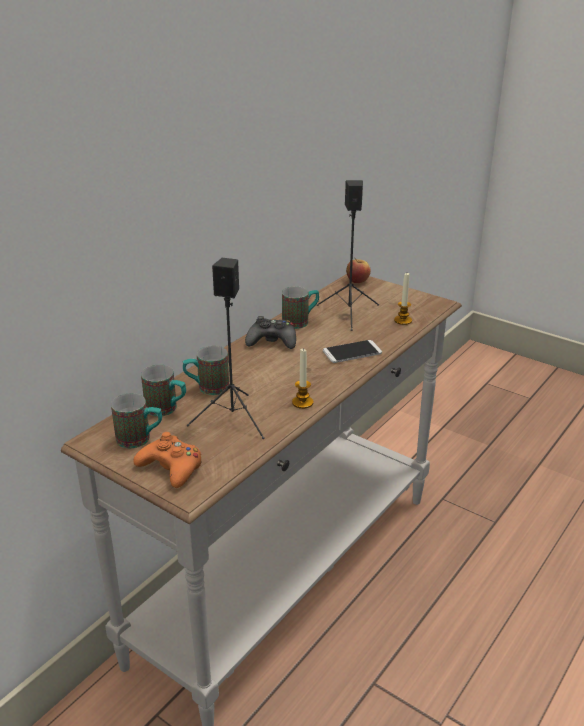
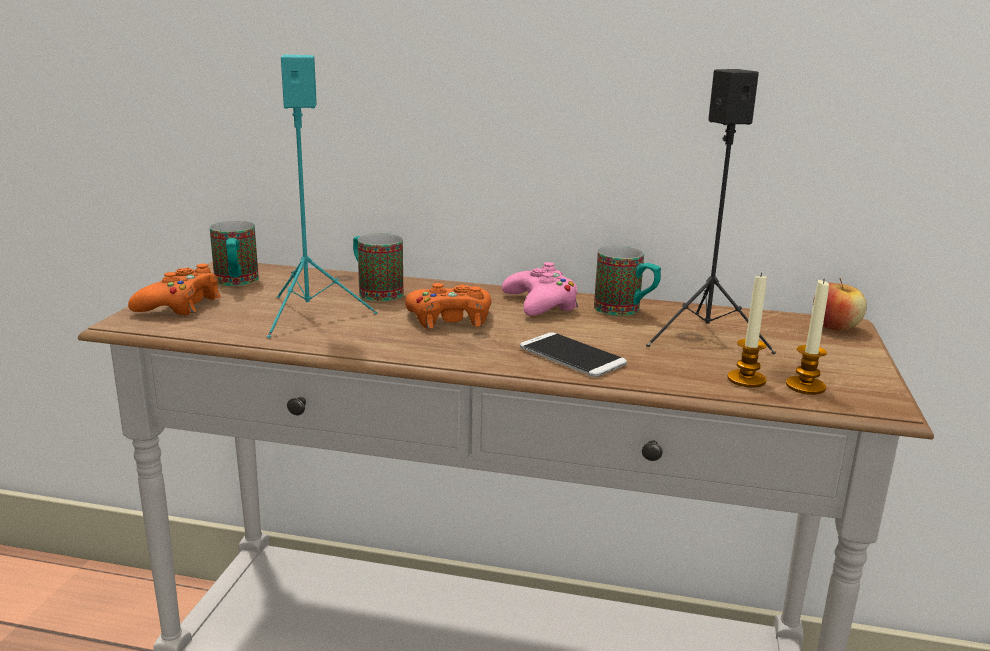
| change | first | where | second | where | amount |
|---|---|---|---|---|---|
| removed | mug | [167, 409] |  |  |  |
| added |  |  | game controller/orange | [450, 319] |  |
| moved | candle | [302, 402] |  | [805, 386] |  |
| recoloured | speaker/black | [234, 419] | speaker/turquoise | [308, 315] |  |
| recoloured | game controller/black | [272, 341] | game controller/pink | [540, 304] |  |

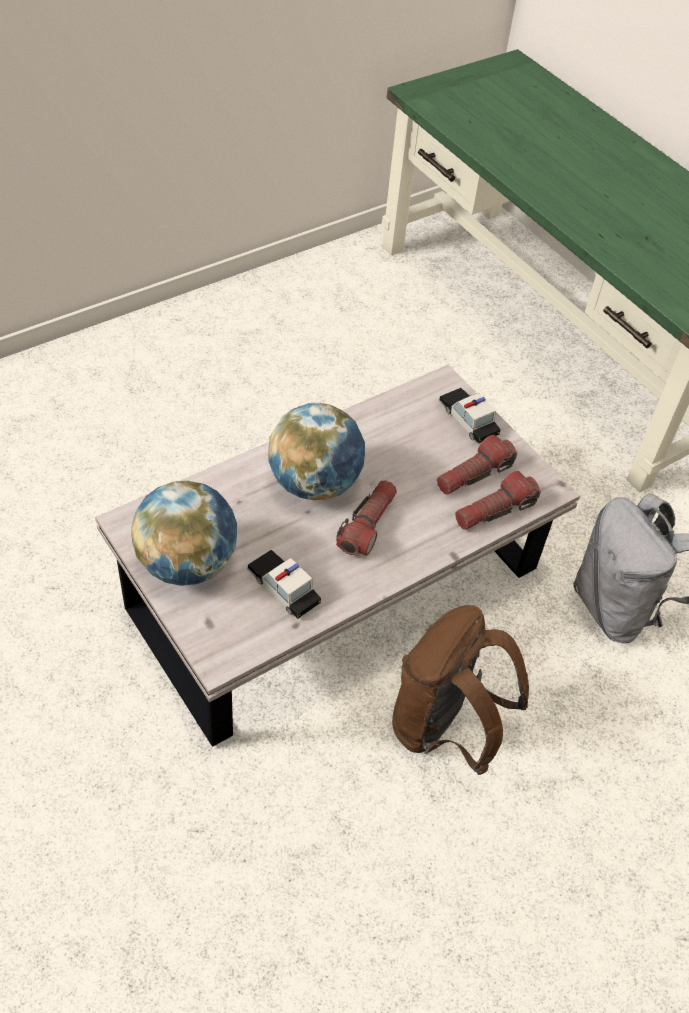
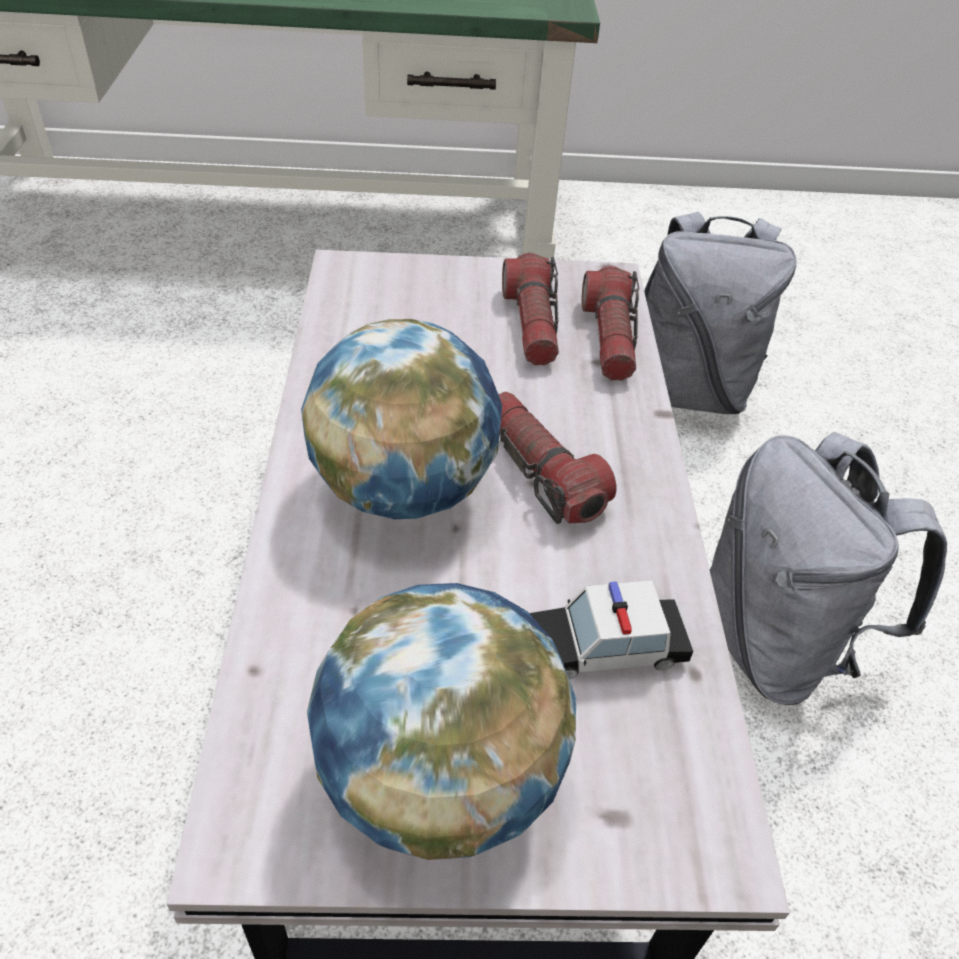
| change | first | where | second | where | amount |
|---|---|---|---|---|---|
| removed | toy car | [468, 419] |  |  |  |
| recoloured | backpack/brown | [444, 728] | backpack/grey | [774, 643] |  |

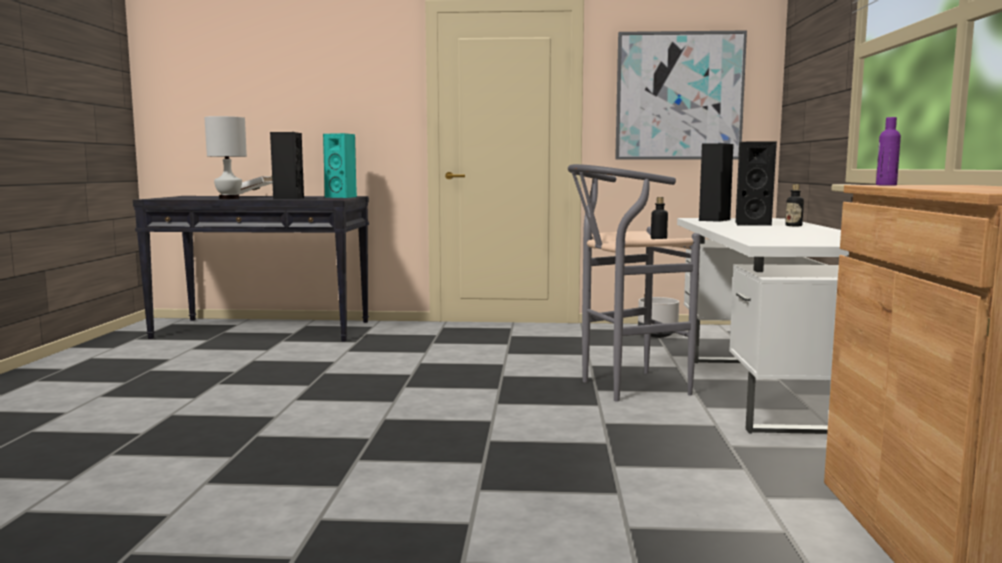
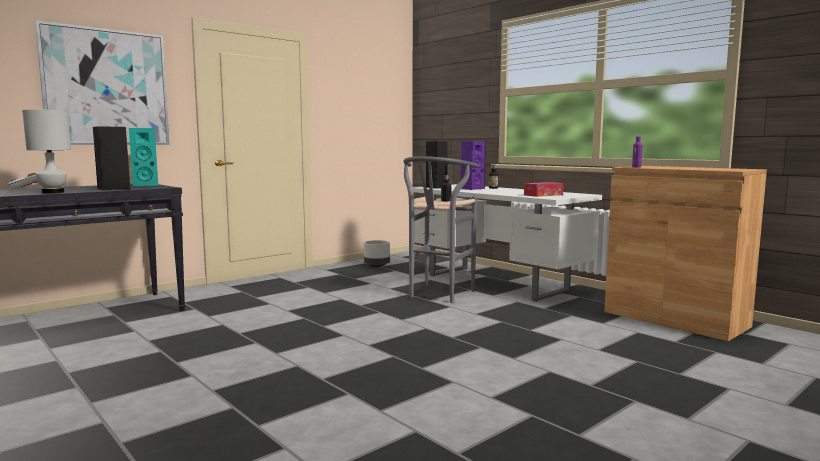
| change | first | where | second | where | amount |
|---|---|---|---|---|---|
| added |  |  | tissue box | [543, 195] |  |
| moved | picture | [679, 96] |  | [106, 87] |  |
| recoloured | speaker/black | [751, 224] | speaker/purple | [471, 188] |  |

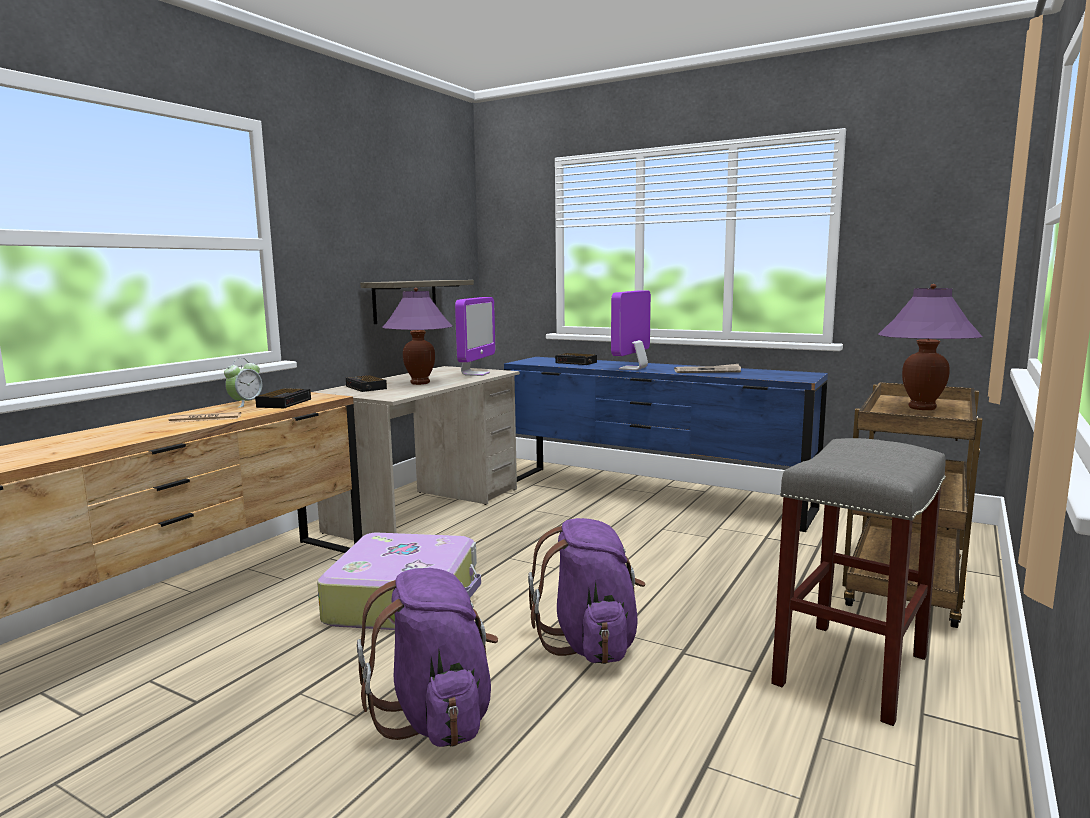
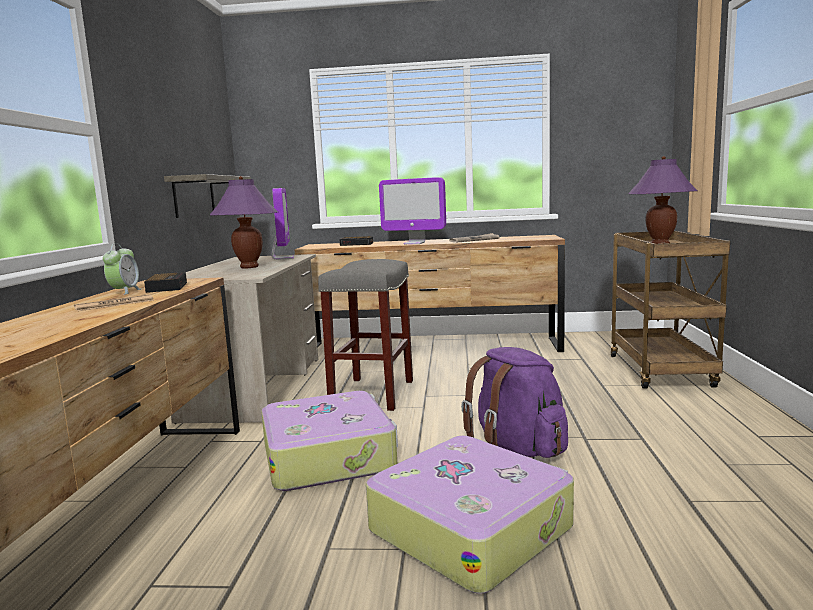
| change | first | where | second | where | amount |
|---|---|---|---|---|---|
| removed | alarm clock | [366, 388] |  |  |  |
| moved | stool/grey | [852, 671] |  | [373, 394] |  |
| replaced | backpack/purple | [437, 716] | suitcase | [470, 528] |  |
| recoloured | dresser/blue | [652, 496] | dresser/brown | [432, 347] |  |
| turned | monitor | [633, 368] |  | [414, 243] | 75 degrees counterclockwise |

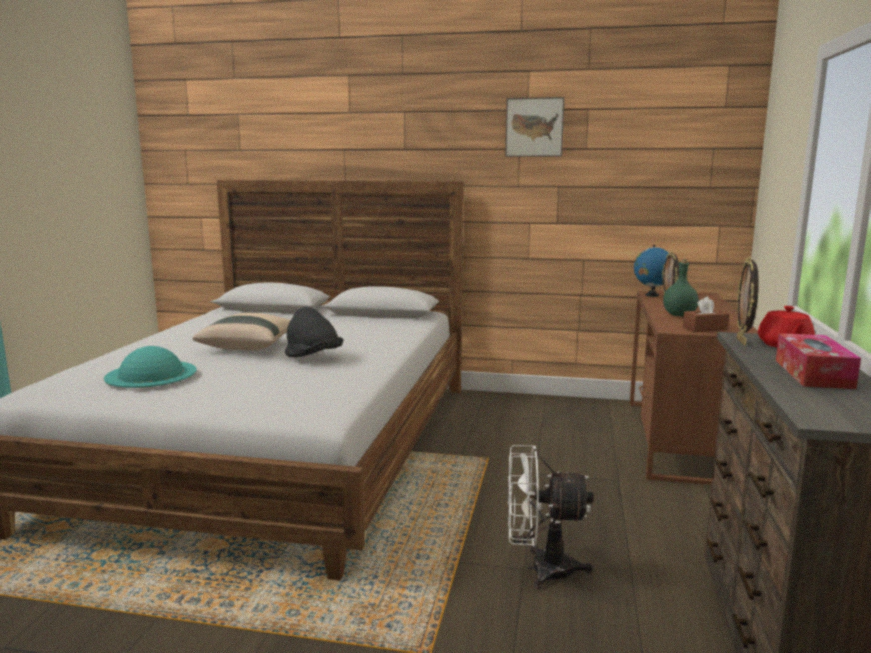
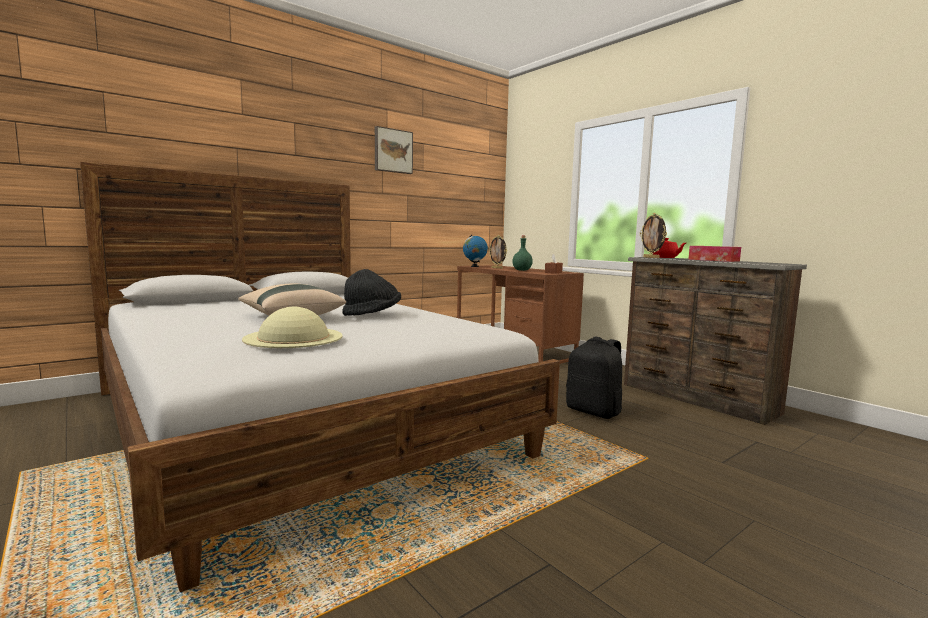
| change | first | where | second | where | amount |
|---|---|---|---|---|---|
| replaced | fan/white | [540, 569] | backpack/black | [594, 411] |  |
| recoloured | hat/turquoise | [151, 374] | hat/beige | [294, 337] |  |

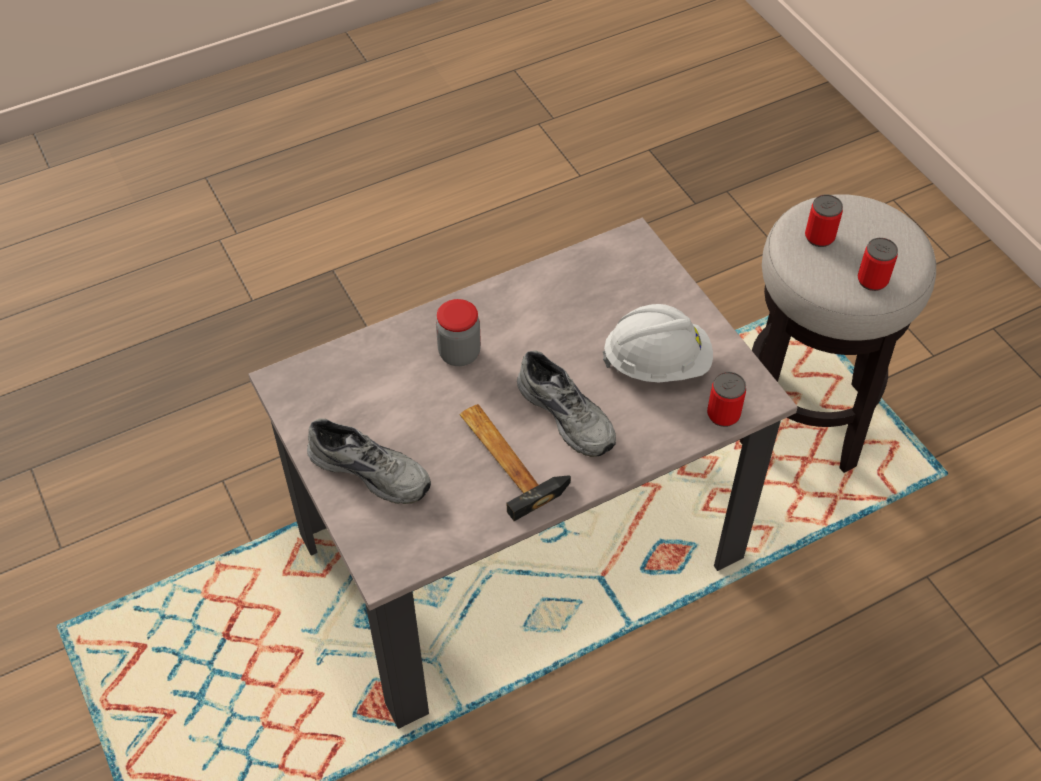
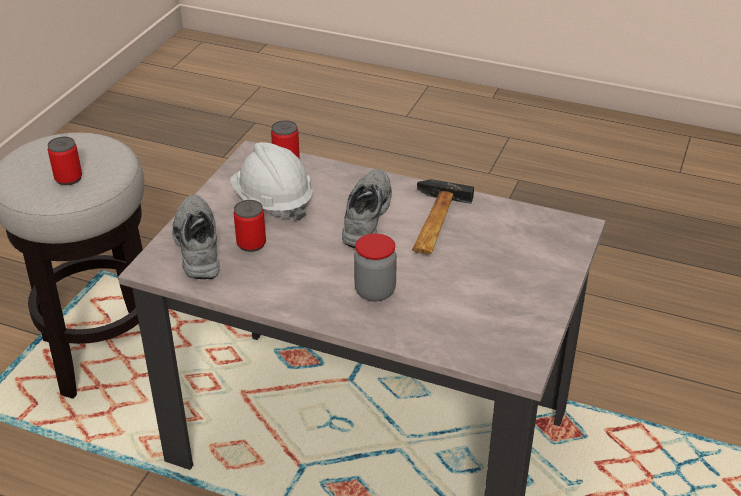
| change | first | where | second | where | amount |
|---|---|---|---|---|---|
| moved | shoe/grey | [372, 469] |  | [195, 245] |  |
| moved | can | [872, 280] |  | [251, 243] |  |

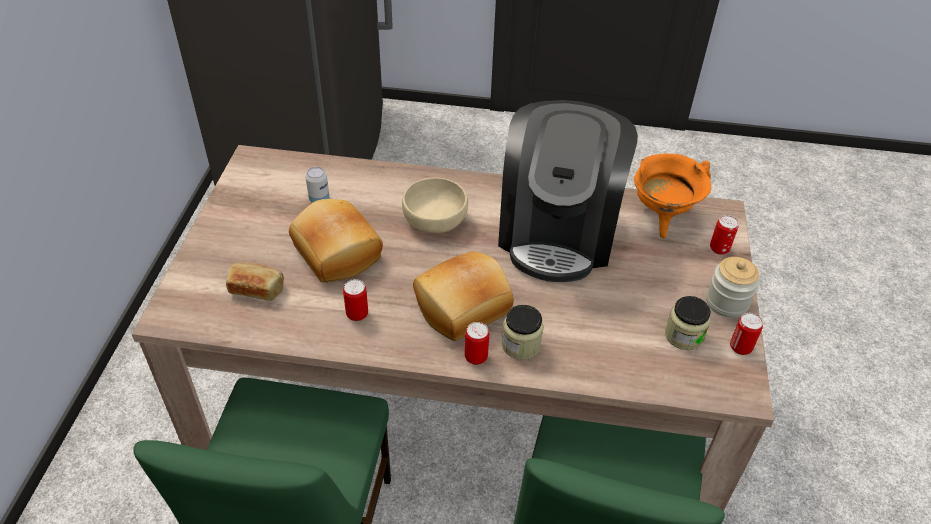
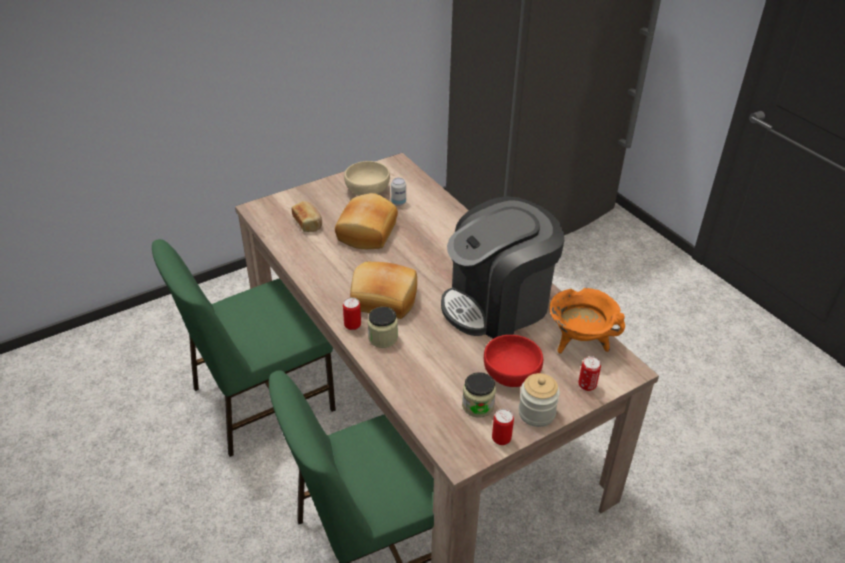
| change | first | where | second | where | amount |
|---|---|---|---|---|---|
| removed | can | [357, 314] |  |  |  |
| added |  |  | bowl/red | [511, 374] |  |
| moved | bowl/beige | [434, 219] |  | [368, 190] |  |

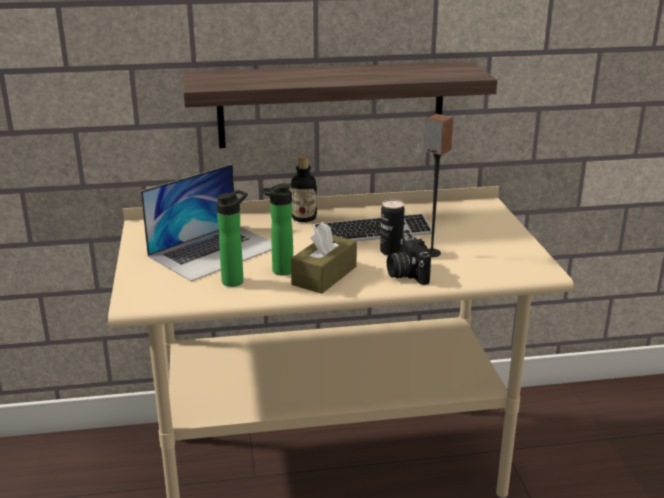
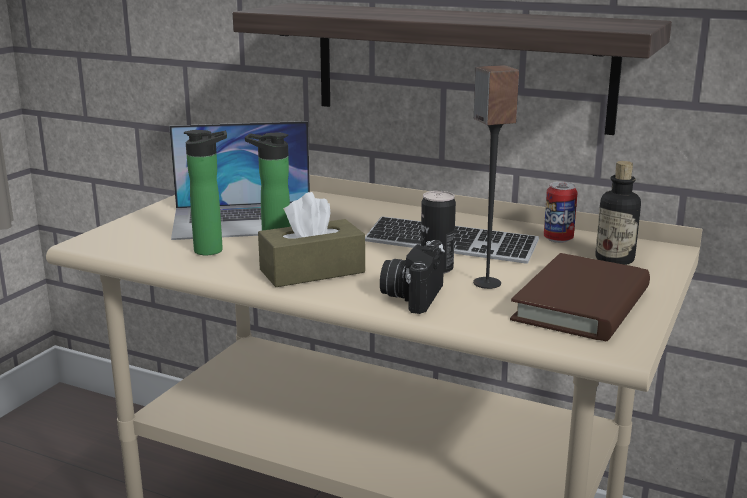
| change | first | where | second | where | amount |
|---|---|---|---|---|---|
| added |  |  | book/brown | [582, 304] |  |
| added |  |  | can | [558, 239] |  |
| moved | bottle | [304, 218] |  | [614, 259] |  |

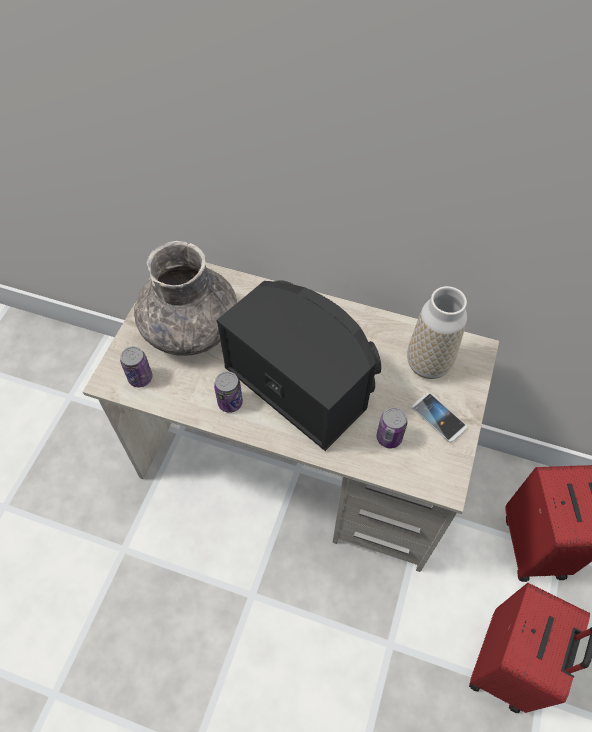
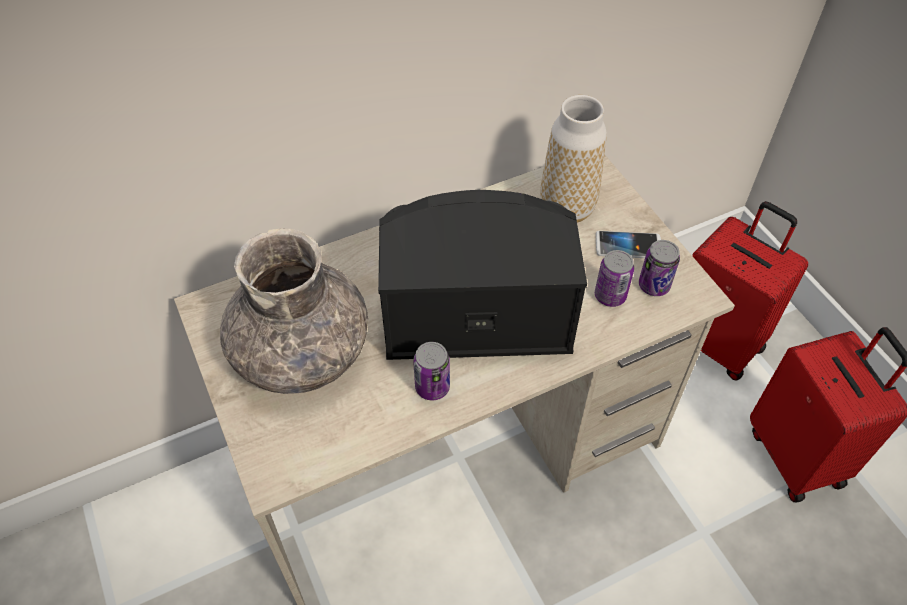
| change | first | where | second | where | amount |
|---|---|---|---|---|---|
| moved | can | [140, 378] |  | [654, 285] |  |

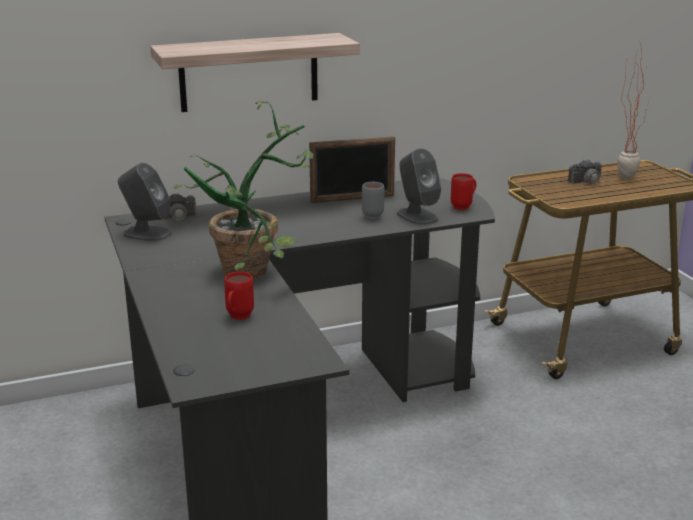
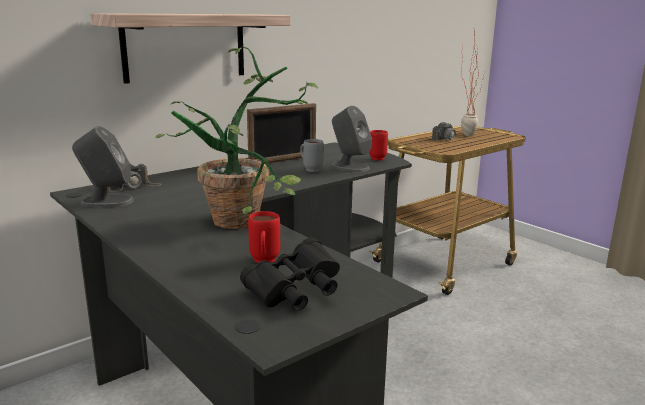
| change | first | where | second | where | amount |
|---|---|---|---|---|---|
| added |  |  | binoculars/black | [294, 293] |  |

